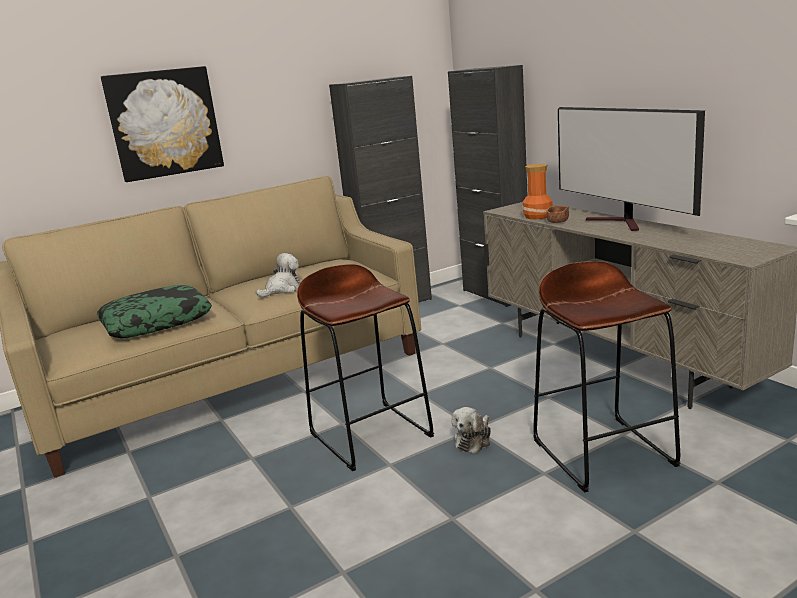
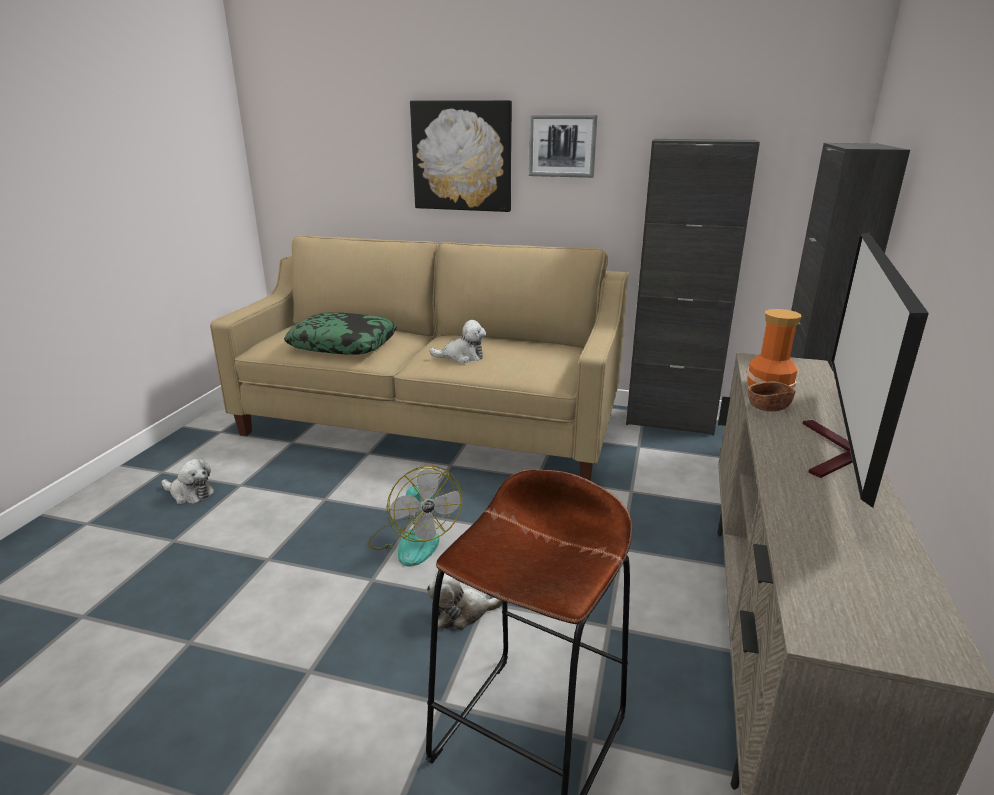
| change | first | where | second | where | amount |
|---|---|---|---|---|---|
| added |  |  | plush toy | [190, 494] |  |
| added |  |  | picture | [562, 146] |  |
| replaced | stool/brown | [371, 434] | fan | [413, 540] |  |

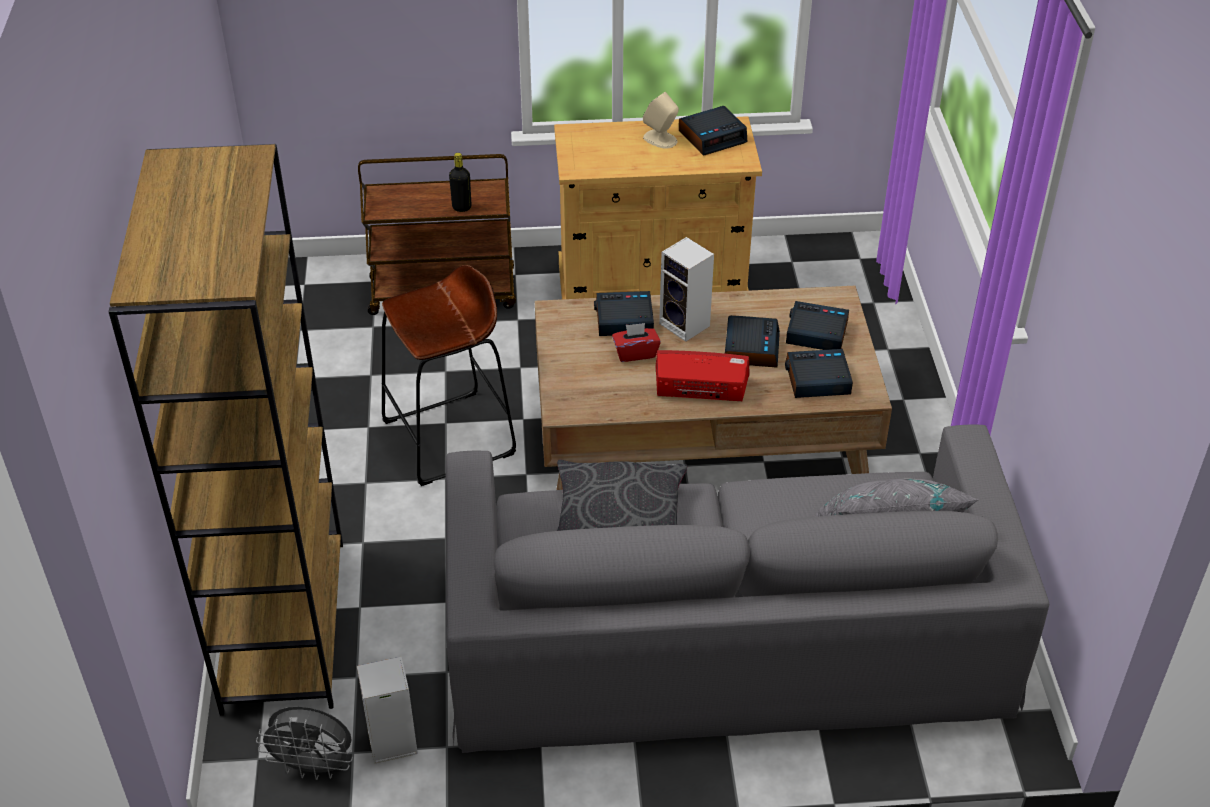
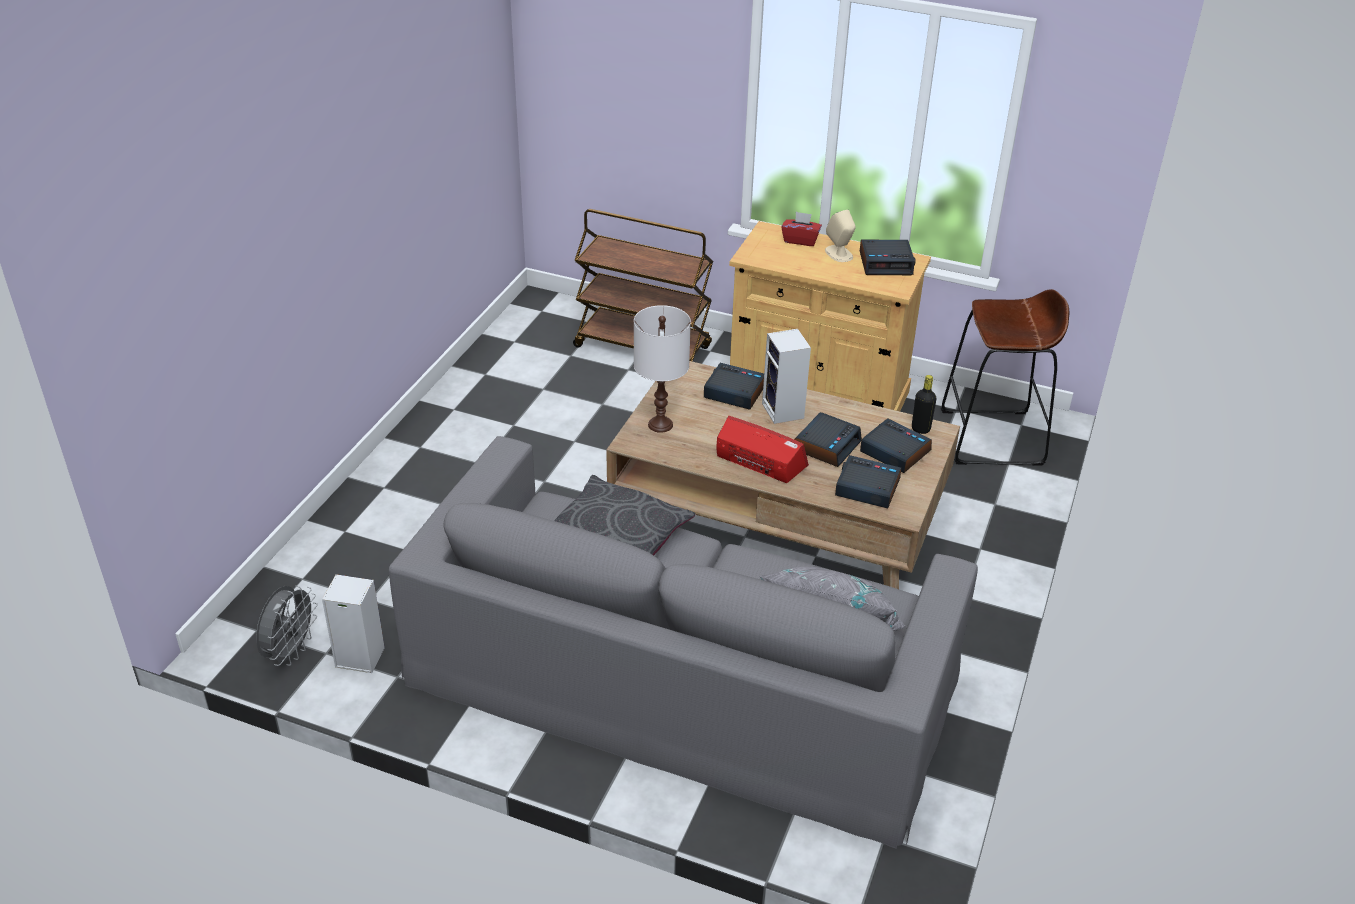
| change | first | where | second | where | amount |
|---|---|---|---|---|---|
| removed | bookcase/brown | [283, 624] |  |  |  |
| added |  |  | table lamp/white | [660, 424] |  |
| moved | stool/brown | [449, 438] |  | [992, 438] |  |
| moved | bottle/black | [461, 207] |  | [920, 429] |  |
| moved | tissue box/red | [635, 353] |  | [800, 240] |  |
| turned | fan/grey | [314, 767] |  | [290, 652] | 105 degrees counterclockwise |

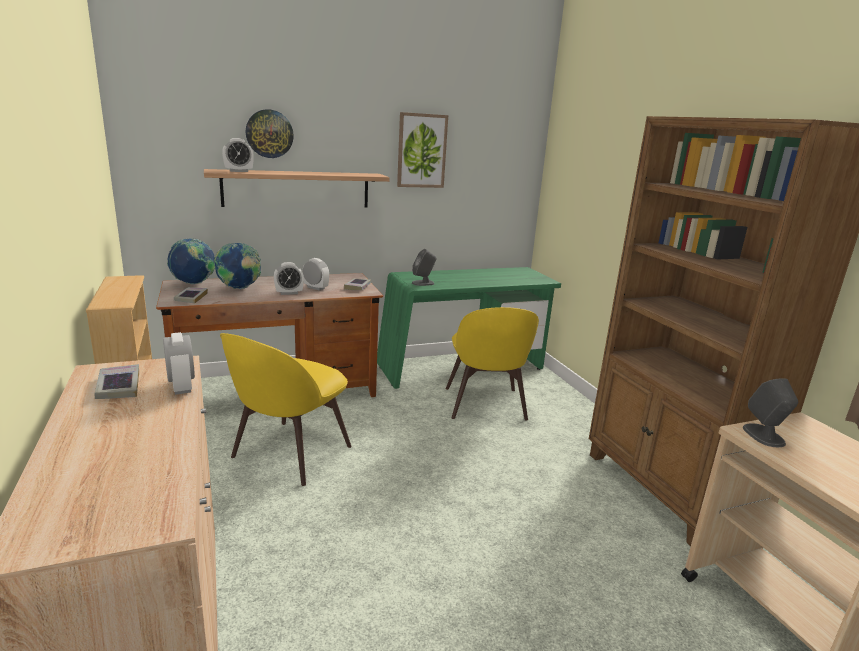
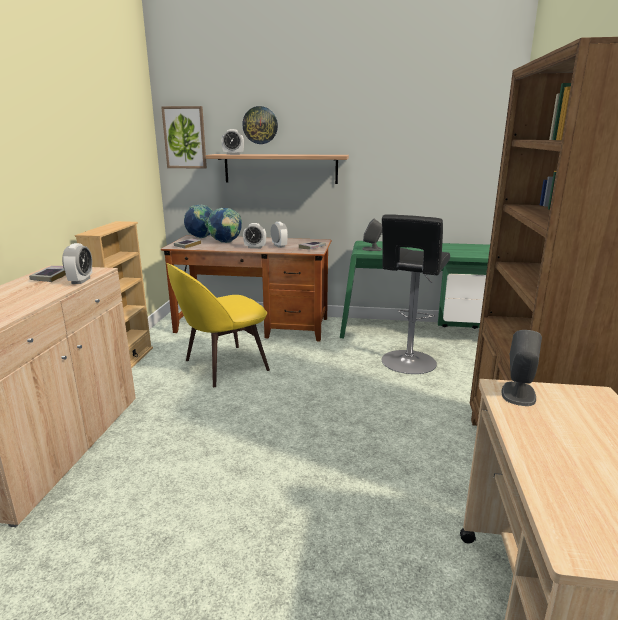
| change | first | where | second | where | amount |
|---|---|---|---|---|---|
| moved | picture | [421, 151] |  | [185, 137] |  |
| replaced | chair/yellow | [485, 405] | stool/black | [408, 363] |  |

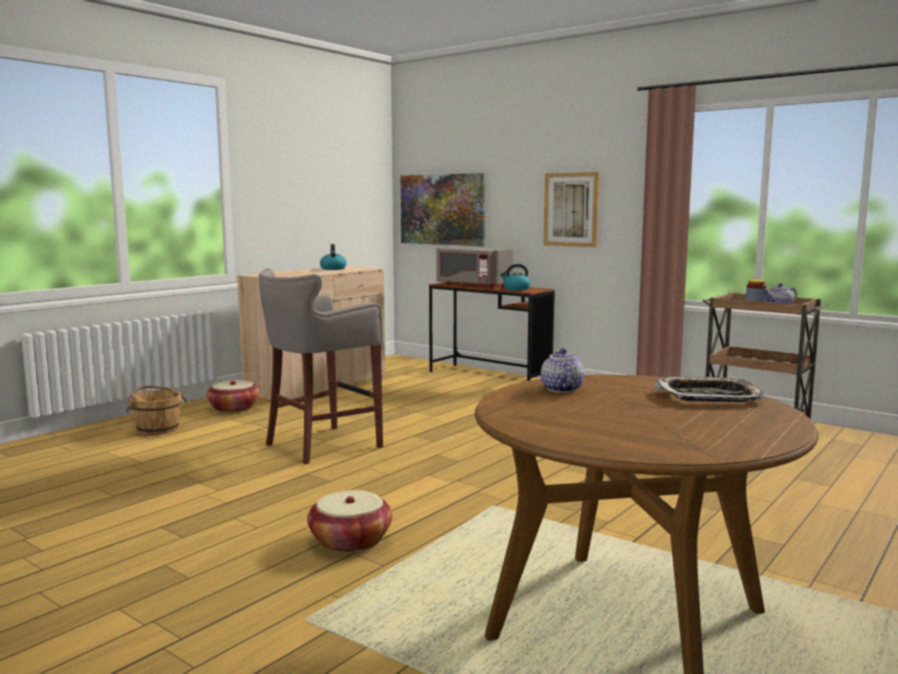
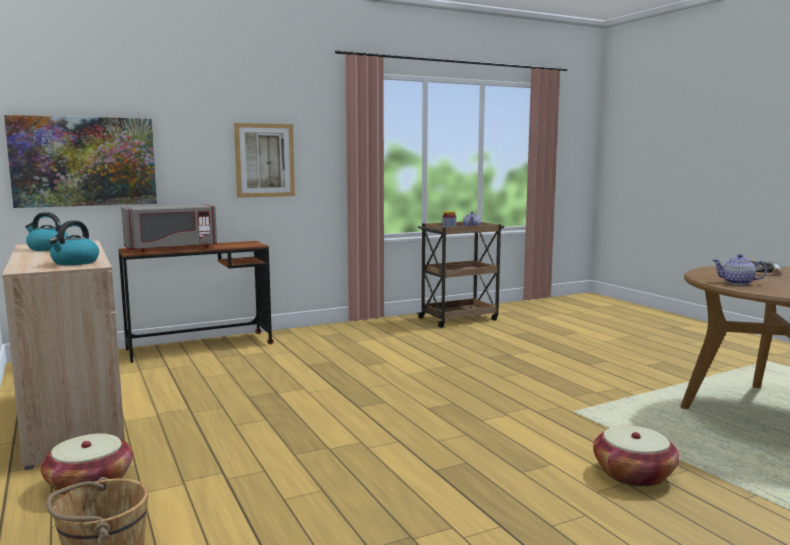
| change | first | where | second | where | amount |
|---|---|---|---|---|---|
| removed | stool/grey | [320, 445] |  |  |  |
| moved | kettle | [516, 289] |  | [75, 262] |  |

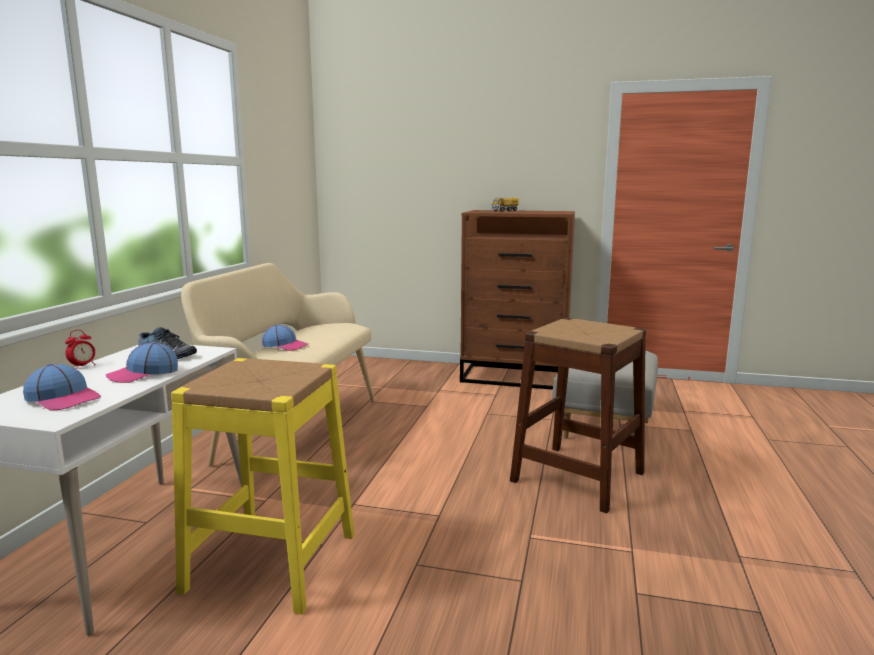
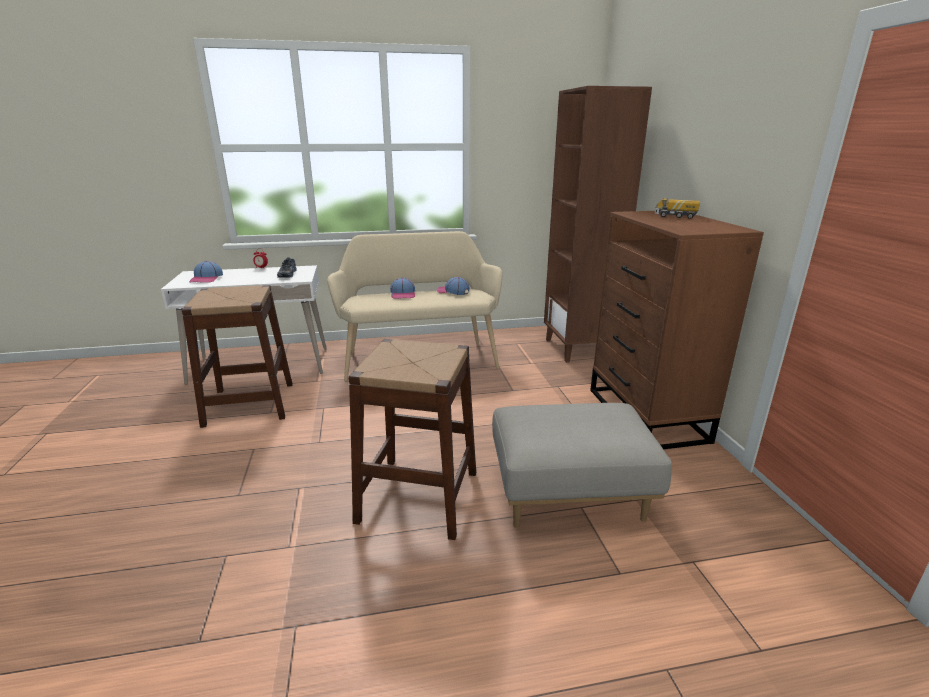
| change | first | where | second | where | amount |
|---|---|---|---|---|---|
| added |  |  | bookcase/brown | [578, 349] |  |
| moved | cap | [143, 373] |  | [452, 291] |  |
| recoloured | stool/yellow | [272, 561] | stool/brown | [249, 404] |  |

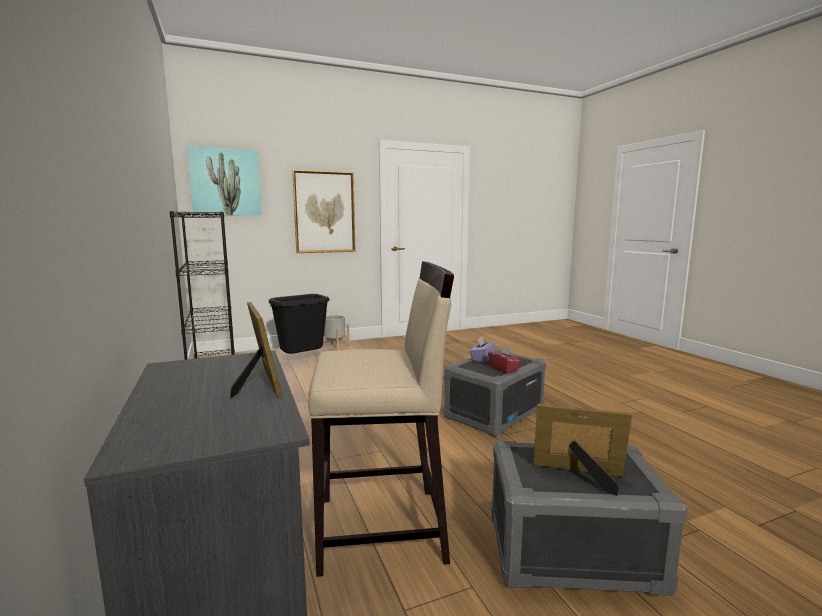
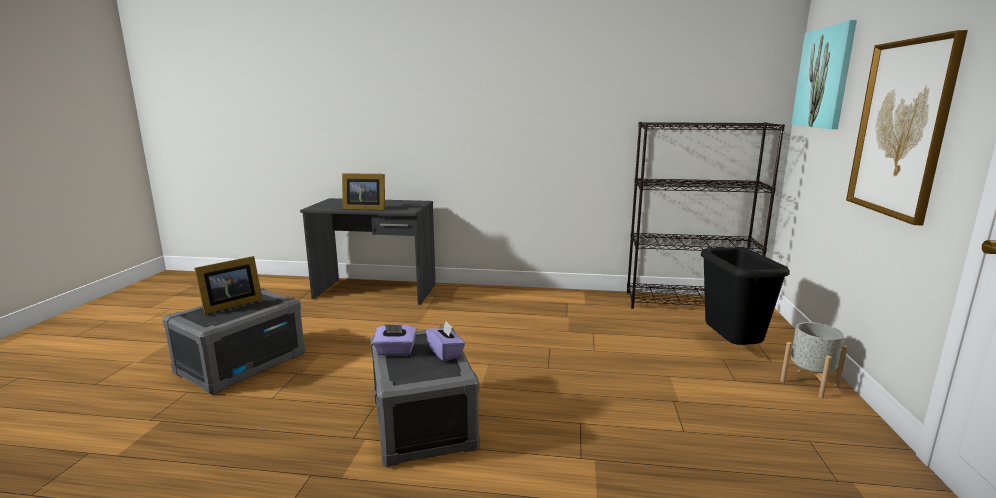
| change | first | where | second | where | amount |
|---|---|---|---|---|---|
| removed | stool/beige | [382, 529] |  |  |  |
| recoloured | tissue box/red | [504, 369] | tissue box/purple | [395, 351] |  |

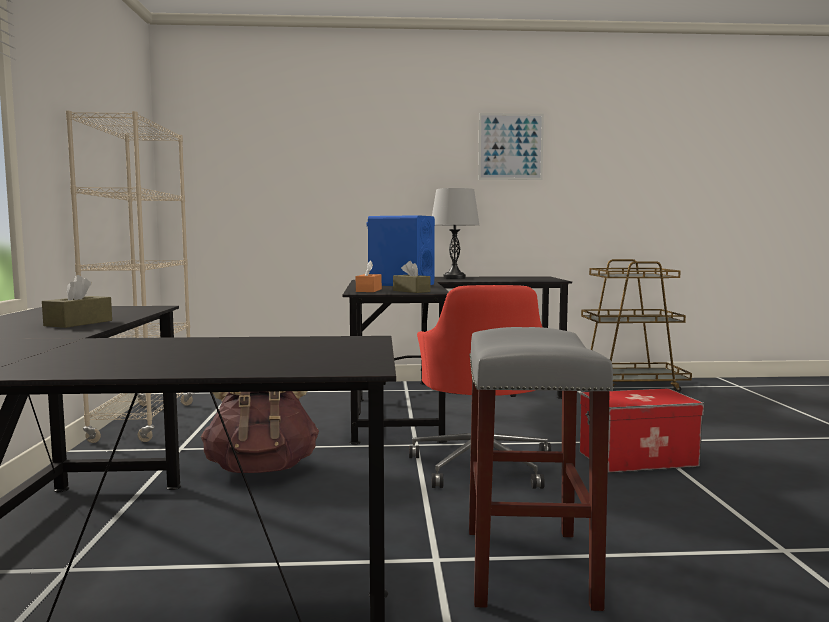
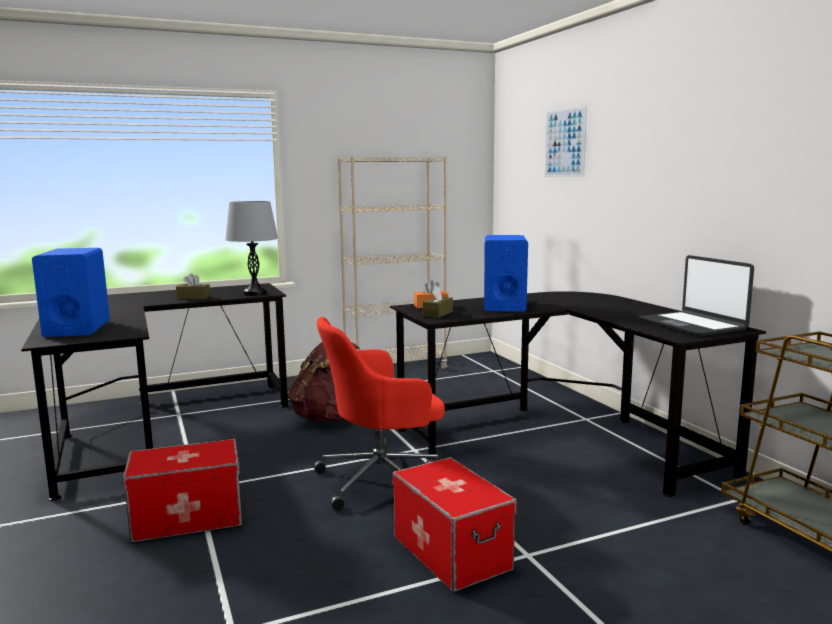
| change | first | where | second | where | amount |
|---|---|---|---|---|---|
| added |  |  | speaker/blue | [77, 329] |  |
| added |  |  | laptop | [692, 325] |  |
| moved | table lamp/grey | [454, 278] |  | [255, 293] |  |
| moved | picture | [510, 146] |  | [564, 143] |  |
| replaced | stool/grey | [530, 568] | storage box | [187, 519] |  |

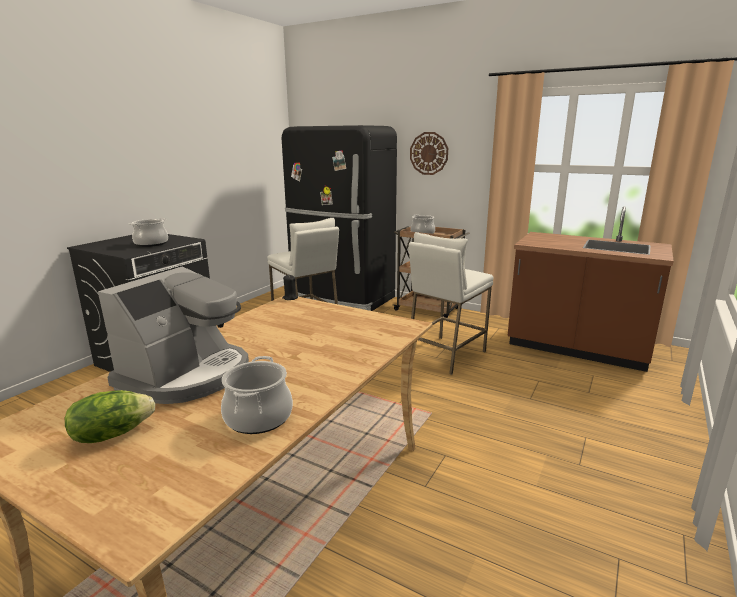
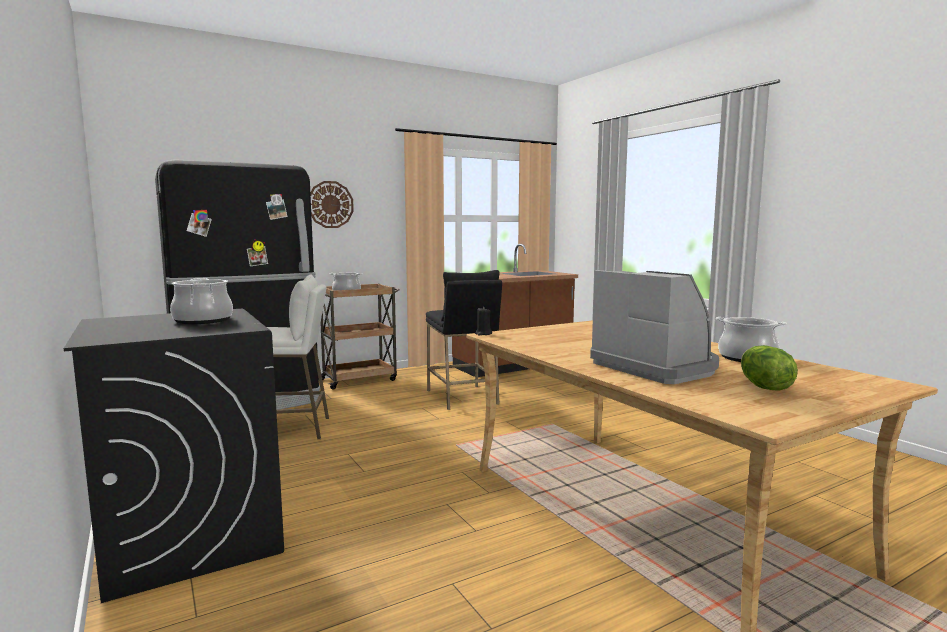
| change | first | where | second | where | amount |
|---|---|---|---|---|---|
| recoloured | stool/white | [445, 355] | stool/black | [463, 397] |  |

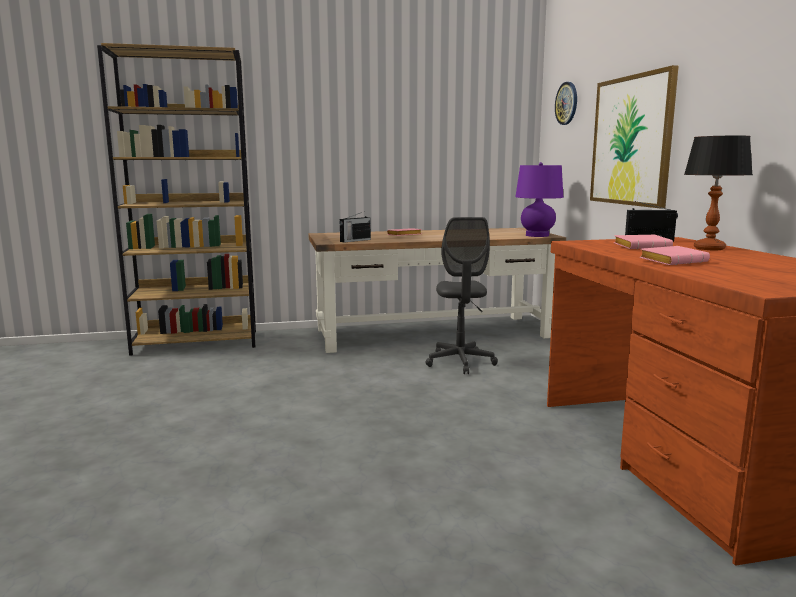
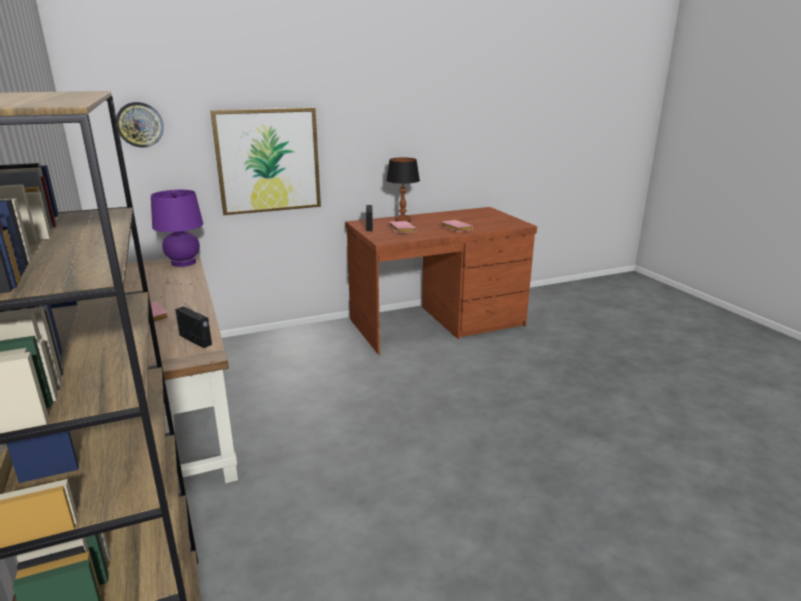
| change | first | where | second | where | amount |
|---|---|---|---|---|---|
| removed | office chair/grey | [460, 362] |  |  |  |

